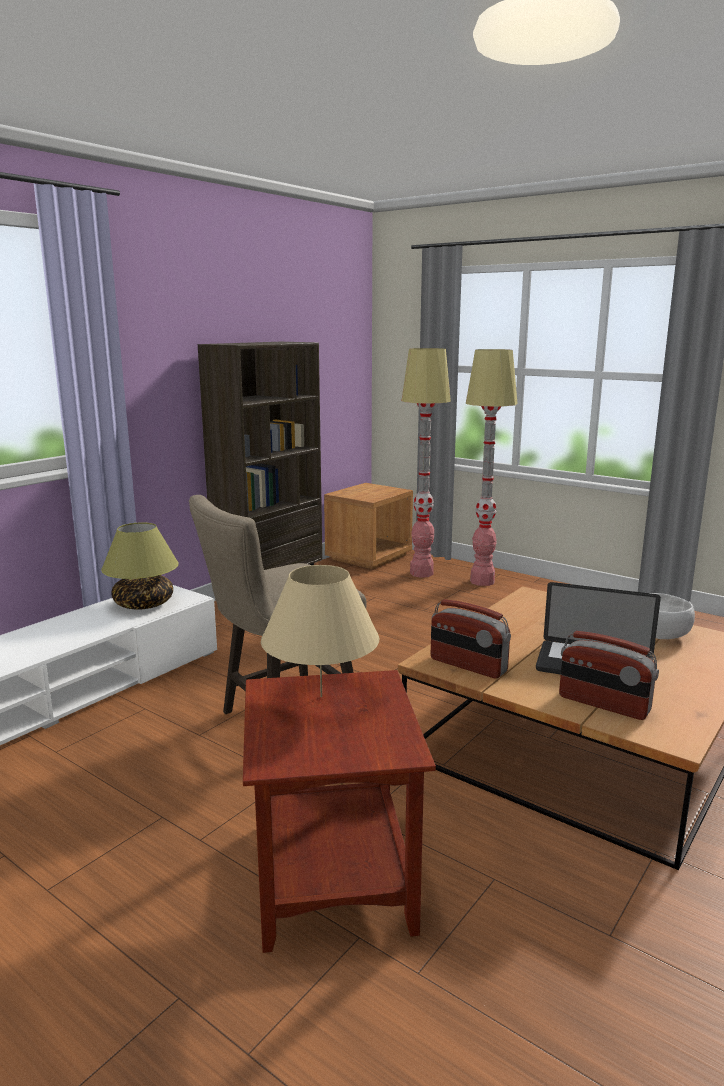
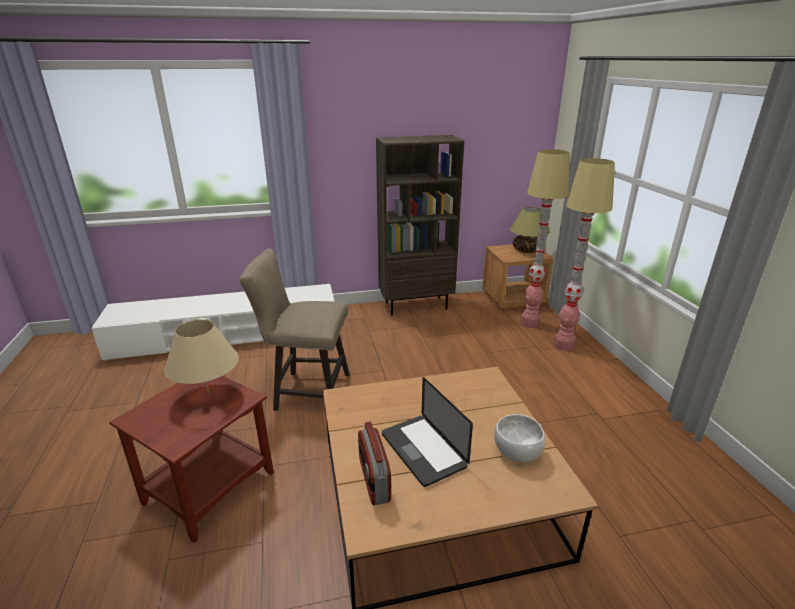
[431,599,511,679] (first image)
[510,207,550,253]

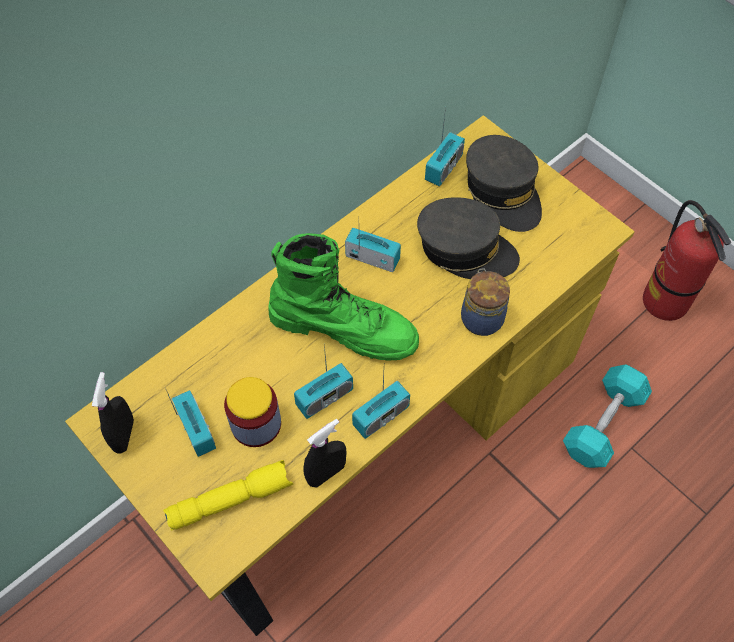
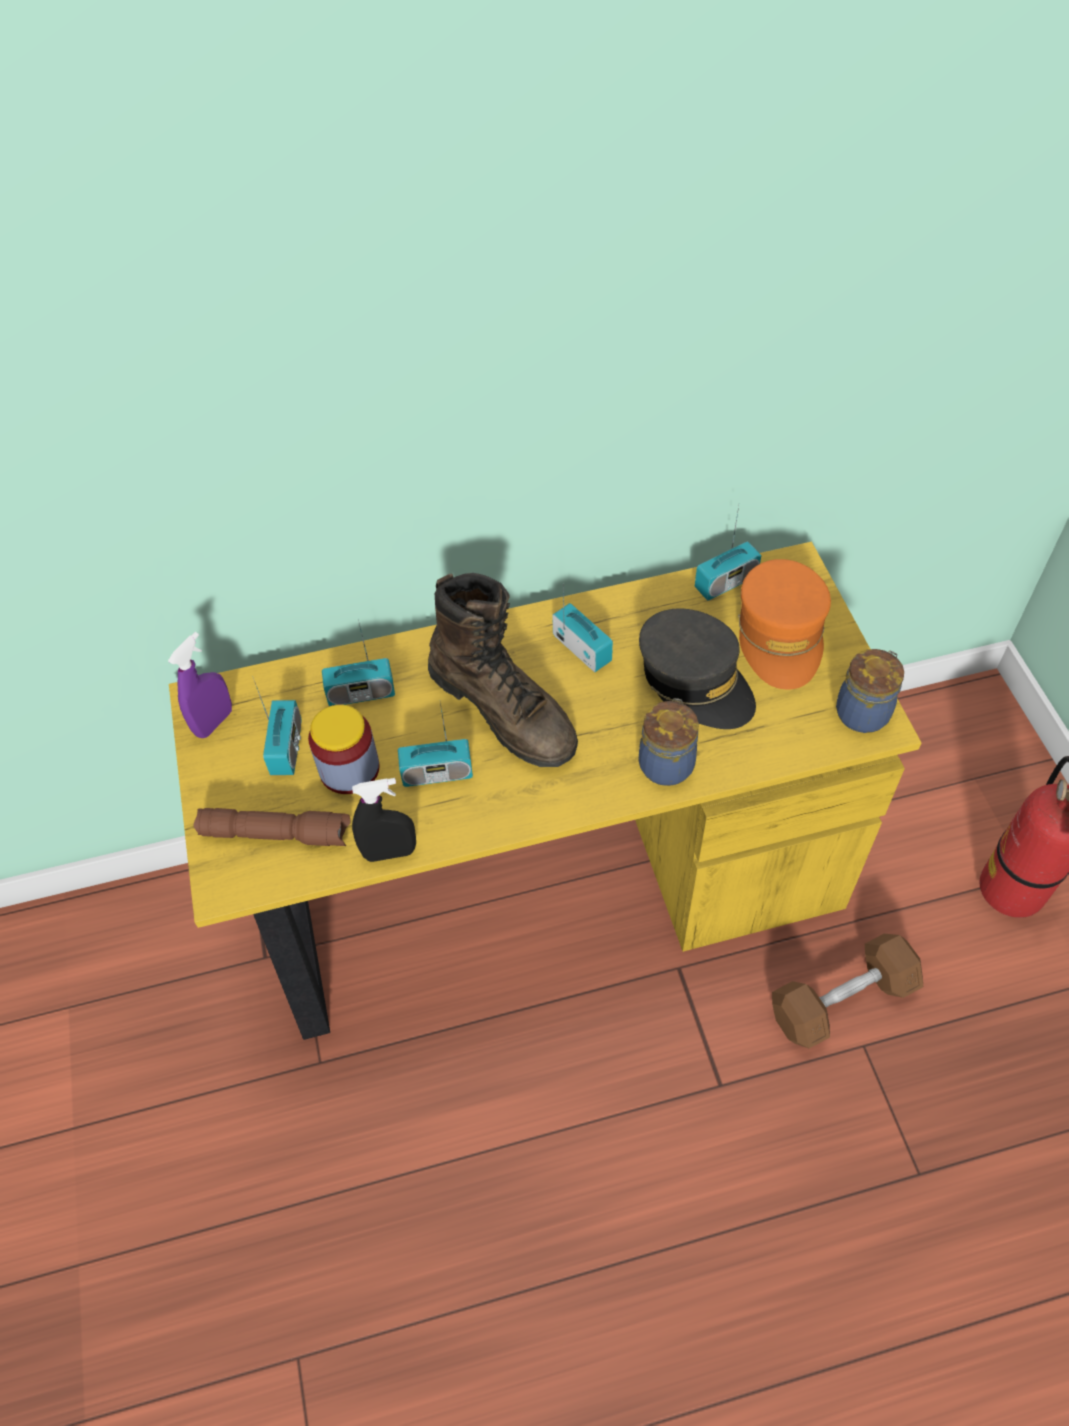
[836,649,904,733]
[322,619,395,706]
[168,632,232,738]
[193,808,351,846]
[428,573,578,767]
[738,559,831,689]
[772,934,923,1048]

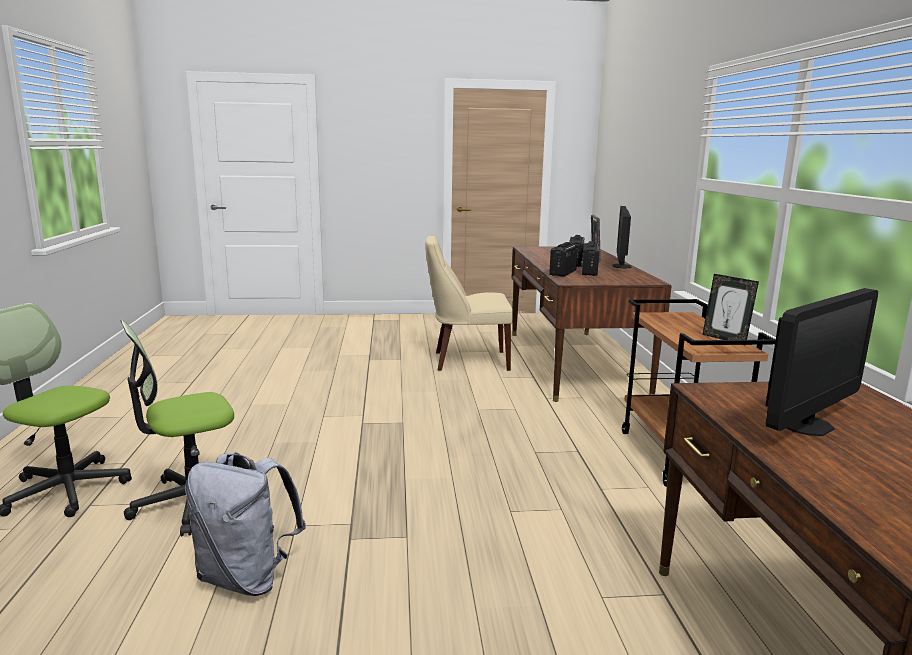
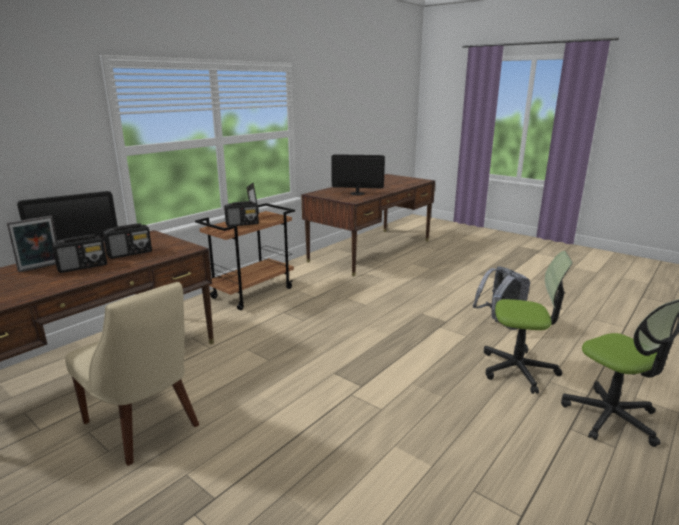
[224,201,259,227]

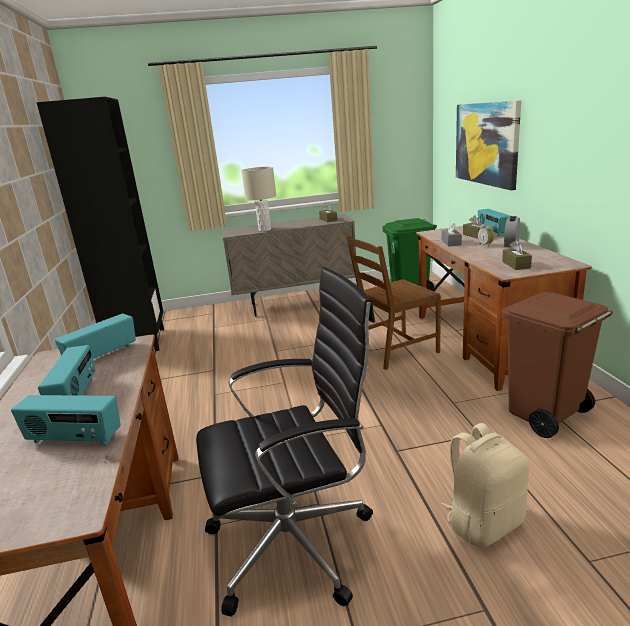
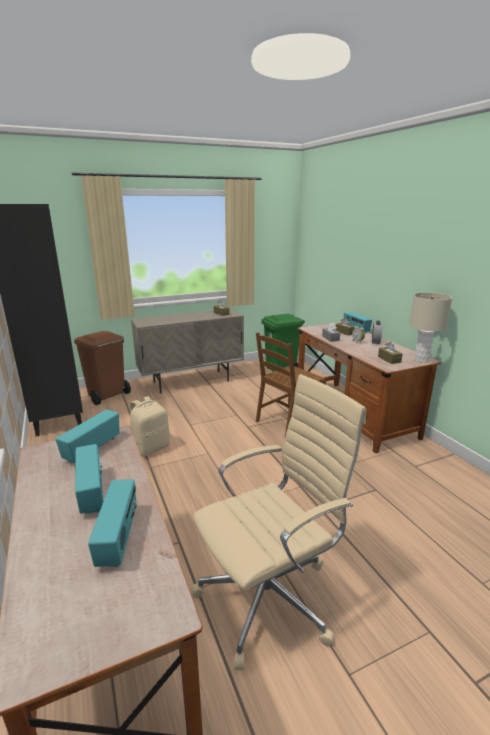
[456,100,521,190] (first image)
[409,292,452,363]
[130,396,170,457]
[74,331,131,405]
[191,374,366,670]
[88,479,137,567]

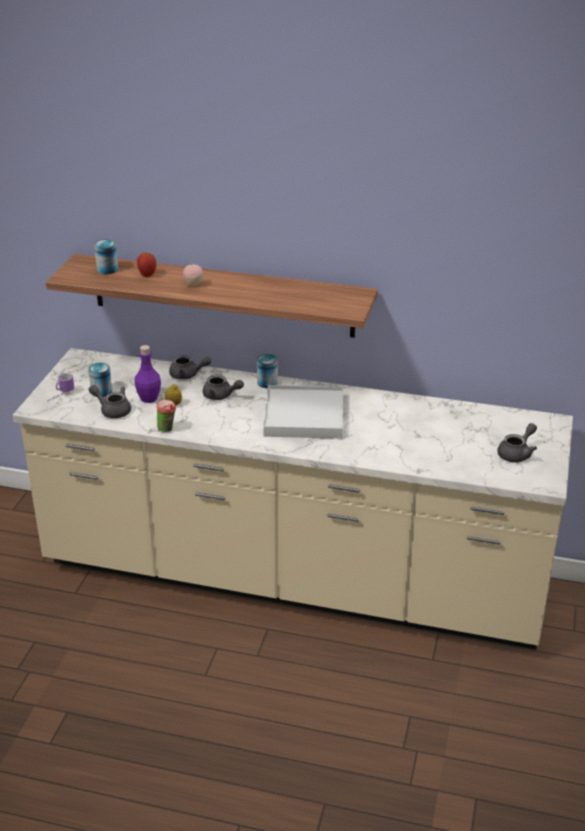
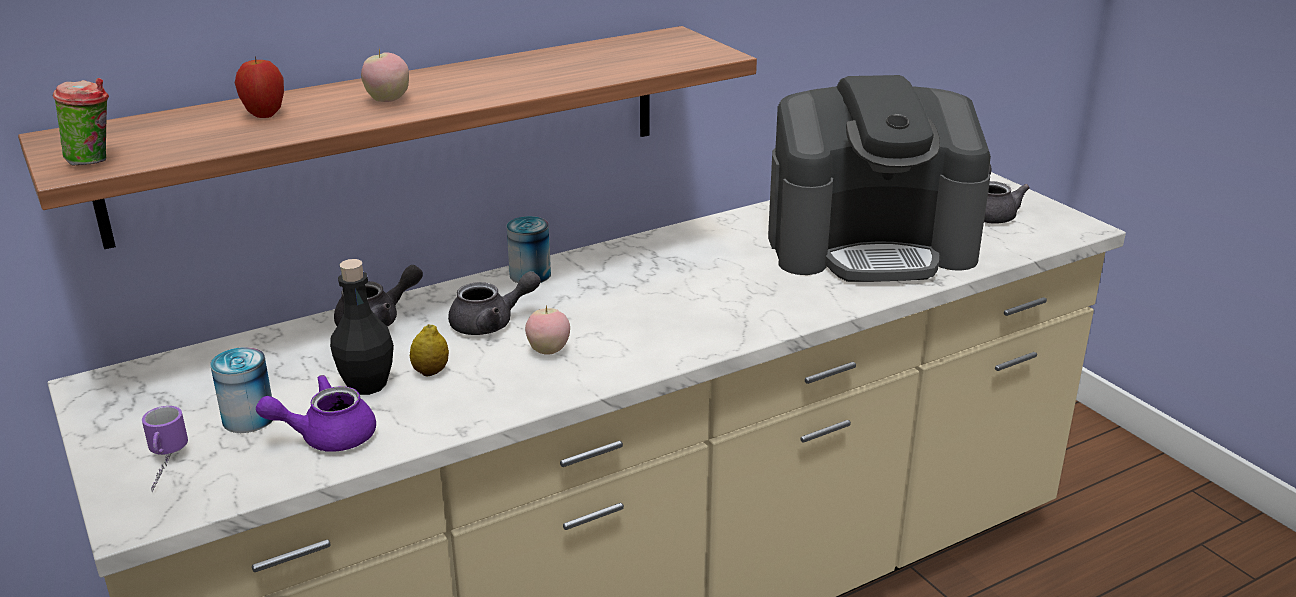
[94,239,118,274] (first image)
[263,385,343,439] (first image)
[525,305,570,355]
[768,75,991,282]
[53,78,109,165]
[256,375,376,452]
[330,259,394,395]

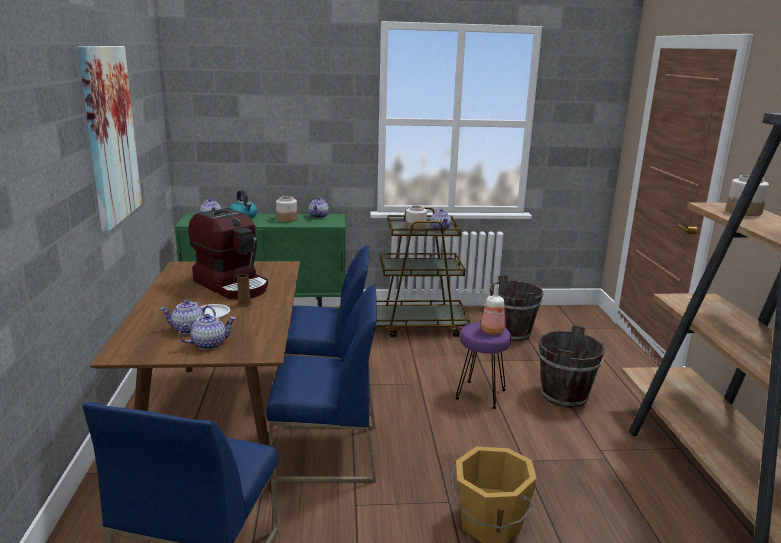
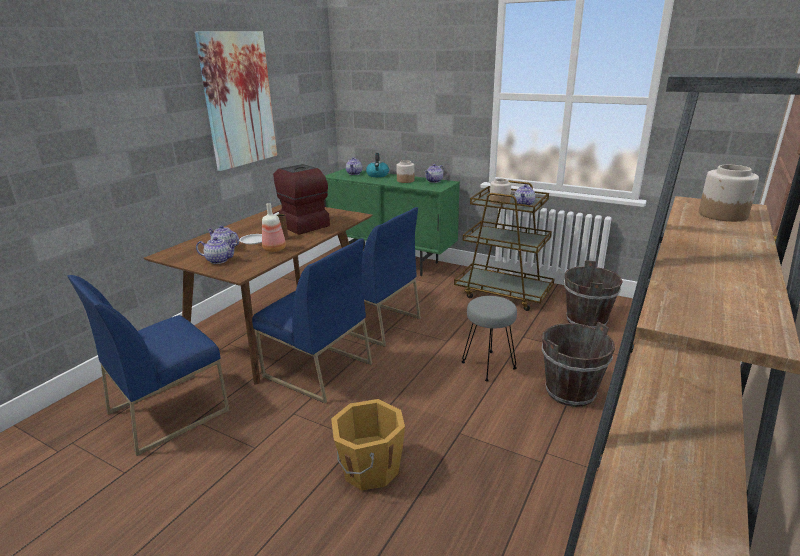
[262,203,286,252]
[462,296,517,381]
[273,164,330,235]

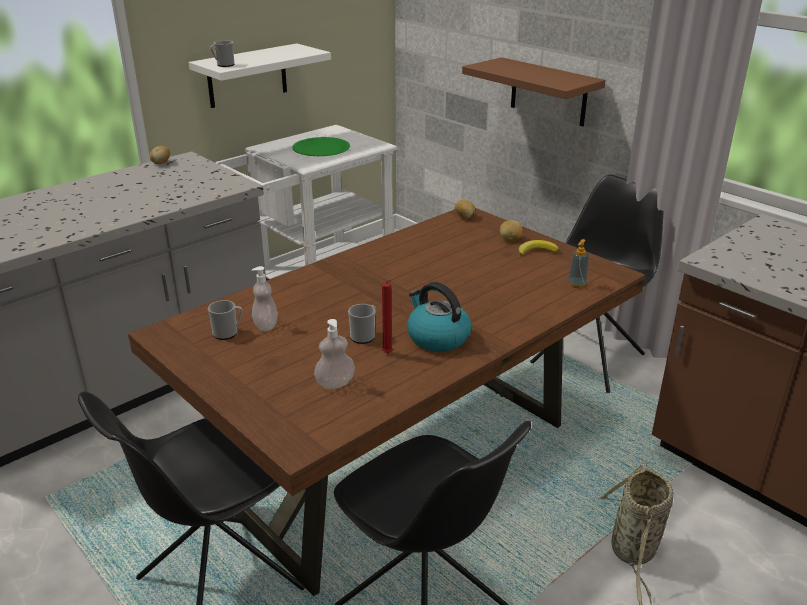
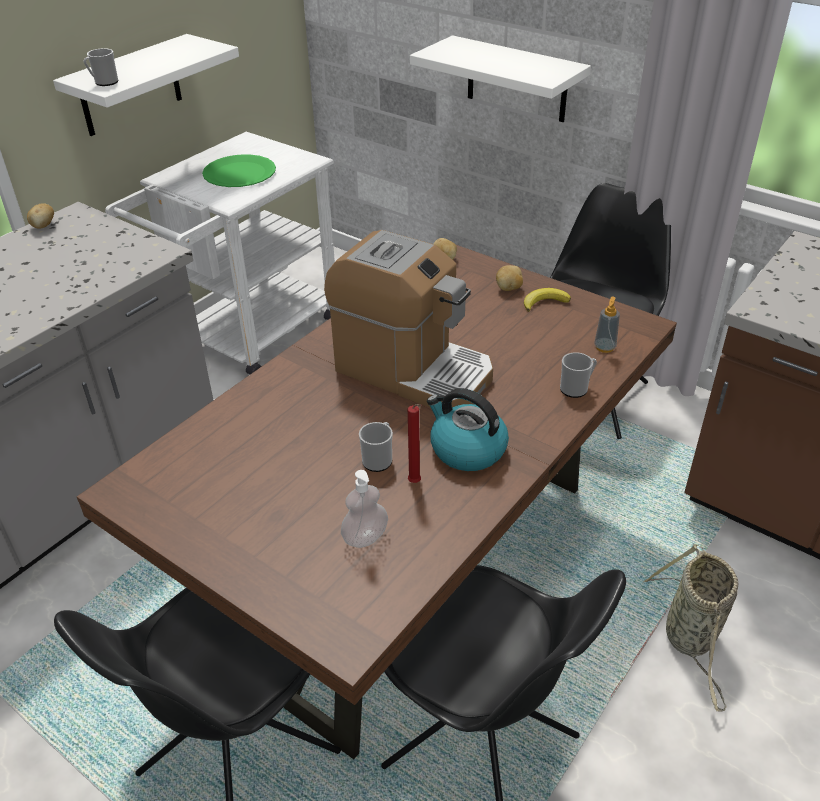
[252,266,278,331] (first image)
[324,230,493,408]
[560,352,597,398]
[410,35,591,122]

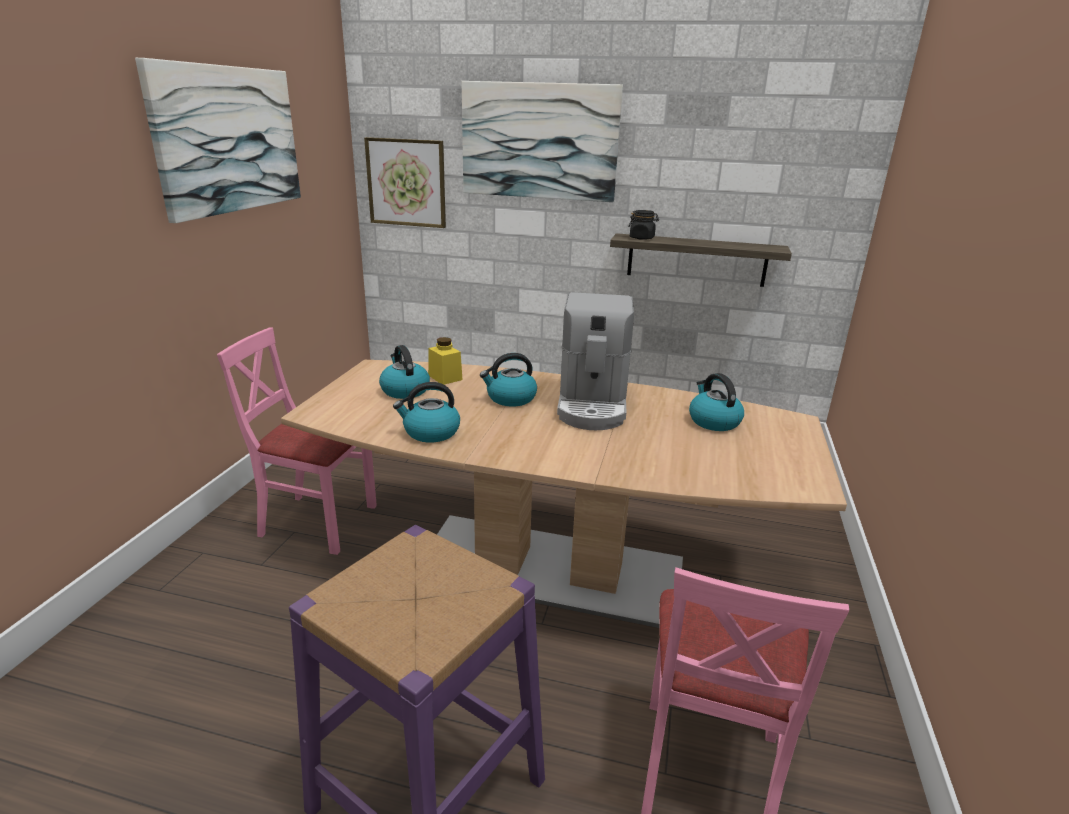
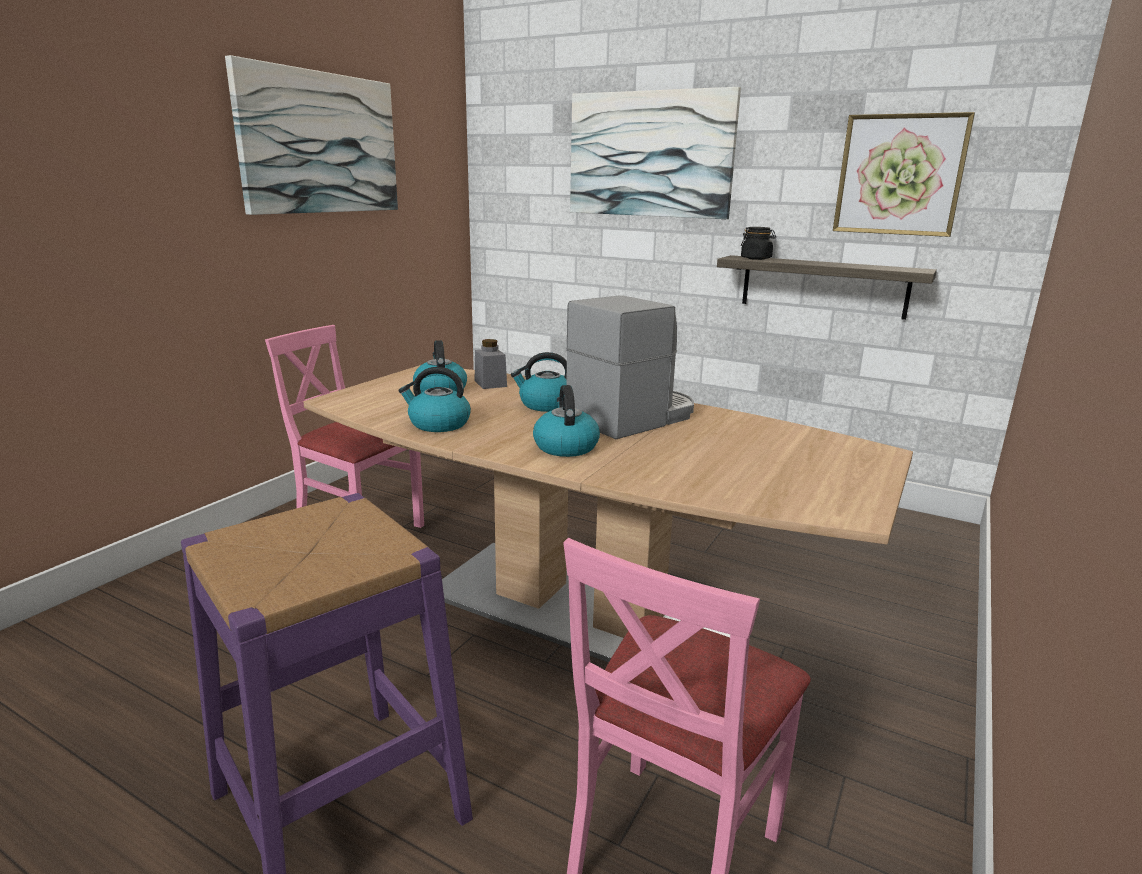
[833,112,975,237]
[533,385,600,457]
[475,339,507,389]
[566,295,694,439]

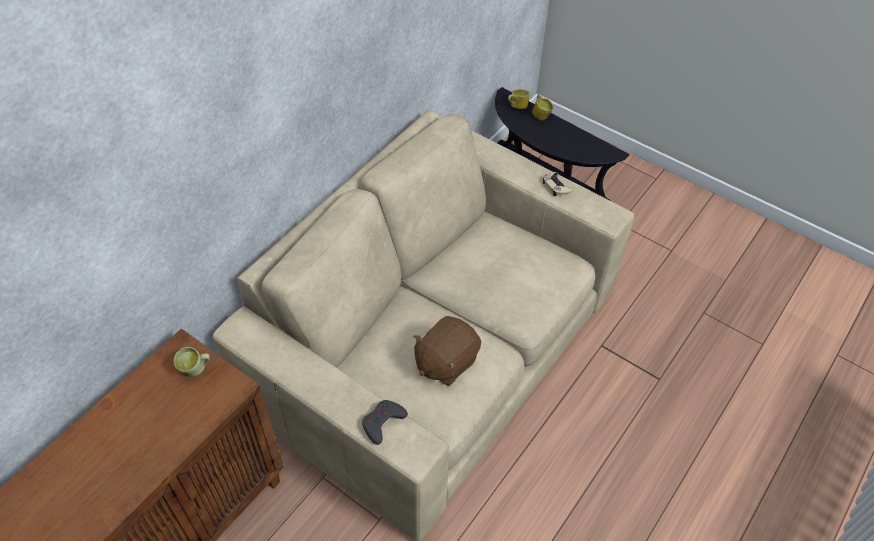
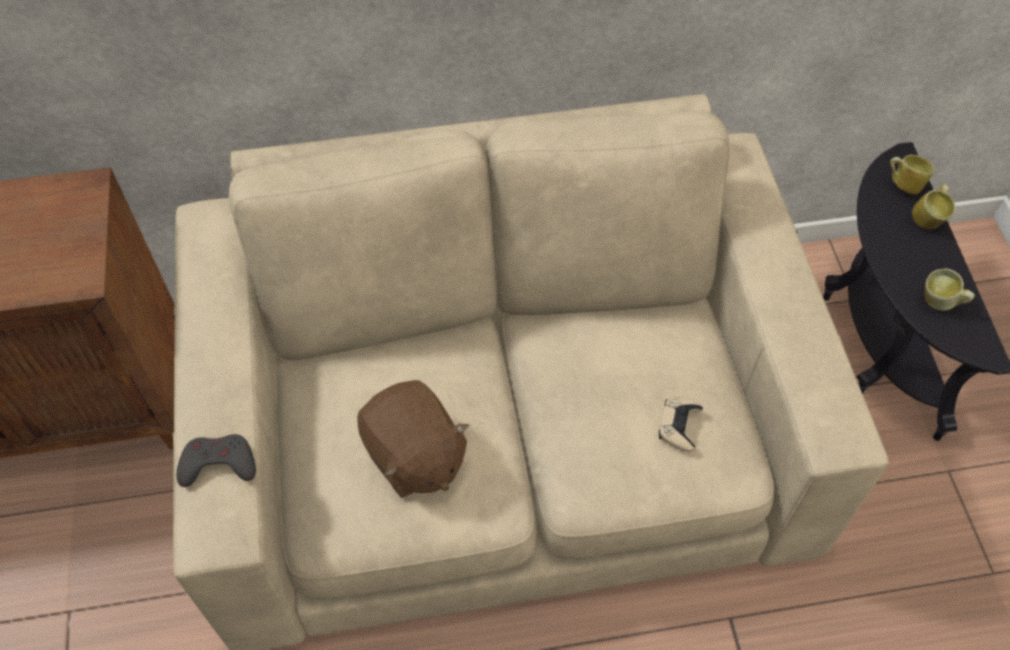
[924,268,975,311]
[659,397,703,452]
[357,380,469,498]

